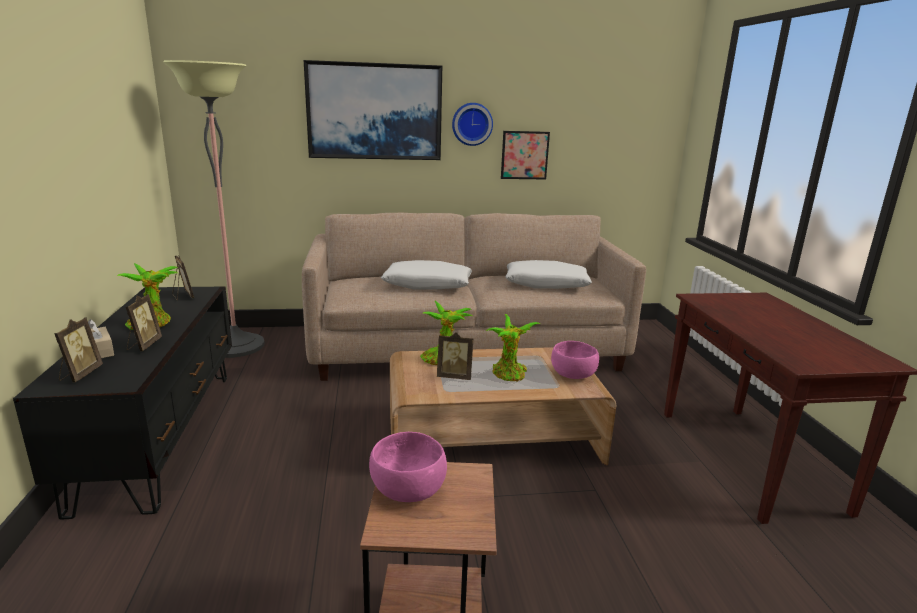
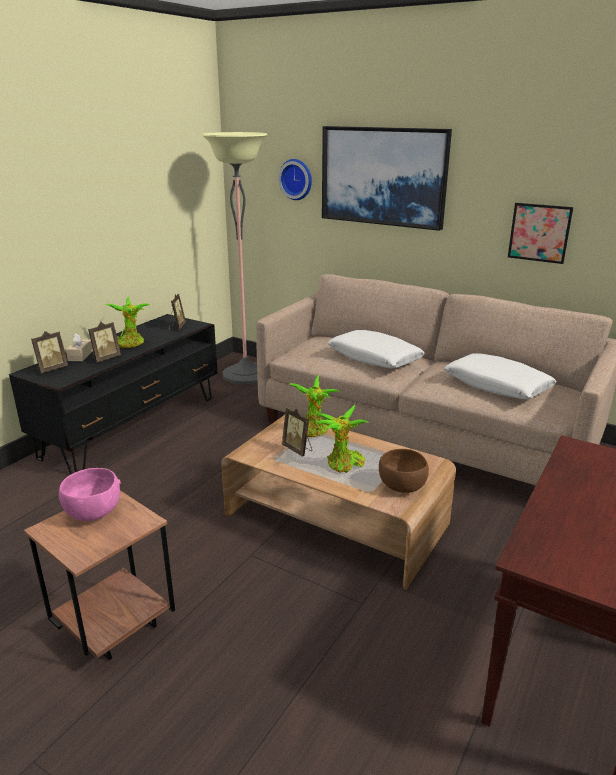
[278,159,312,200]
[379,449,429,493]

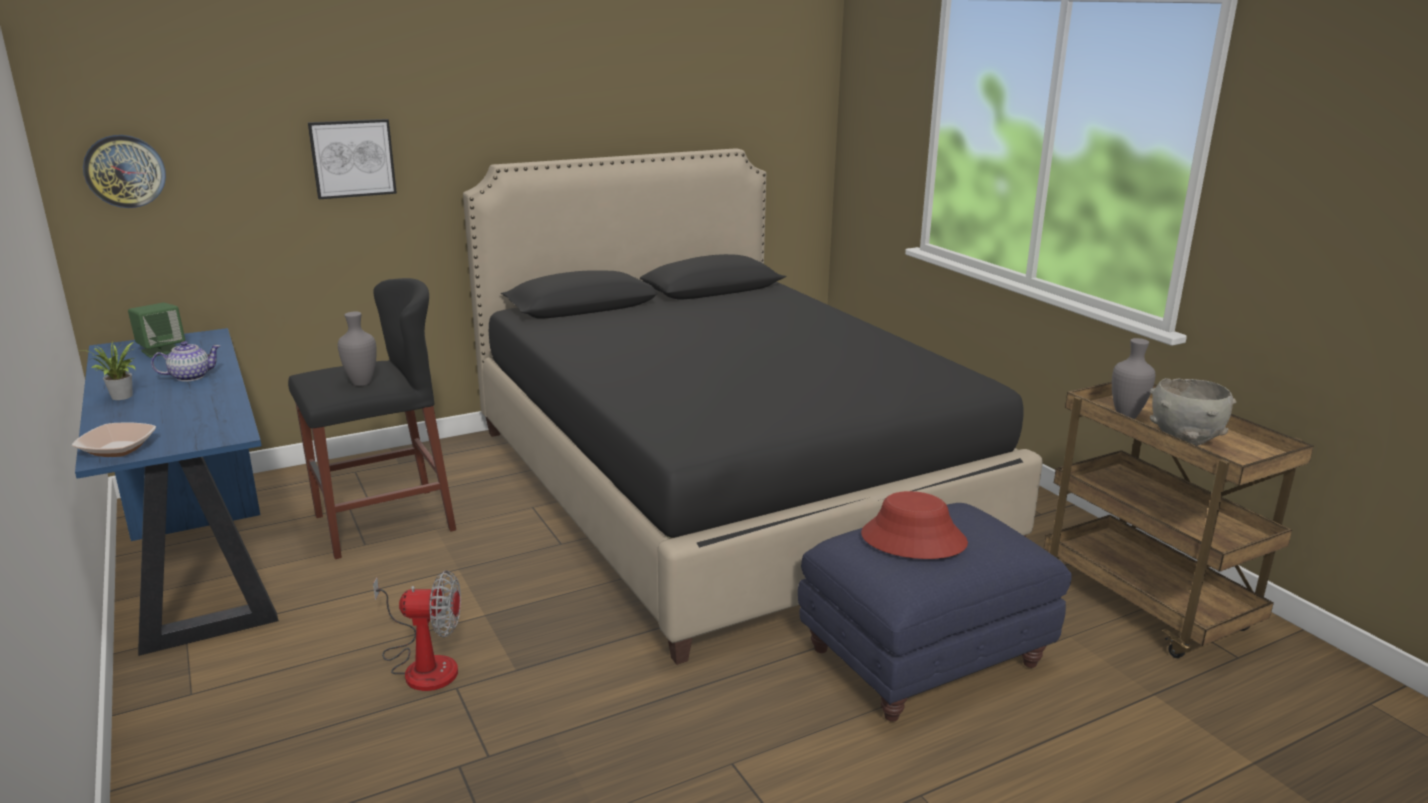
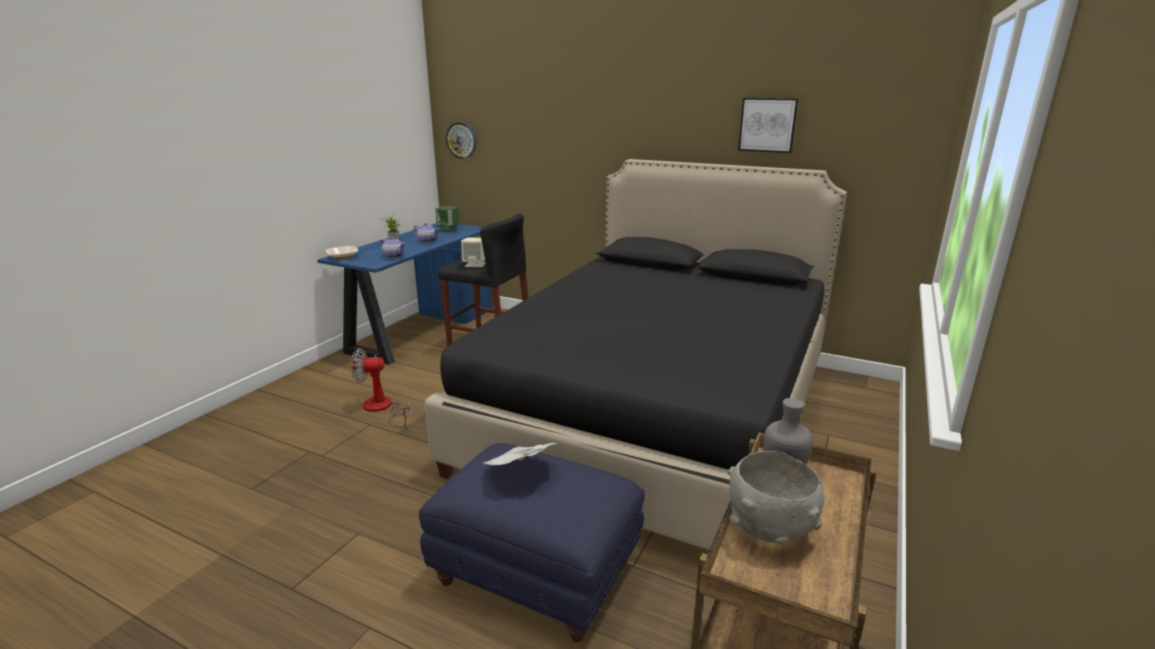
[380,236,405,258]
[738,98,798,153]
[461,238,486,267]
[483,443,556,465]
[351,348,411,428]

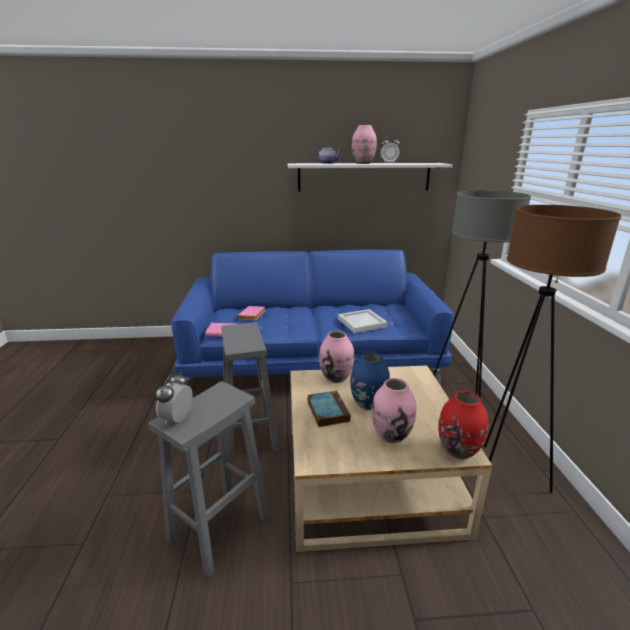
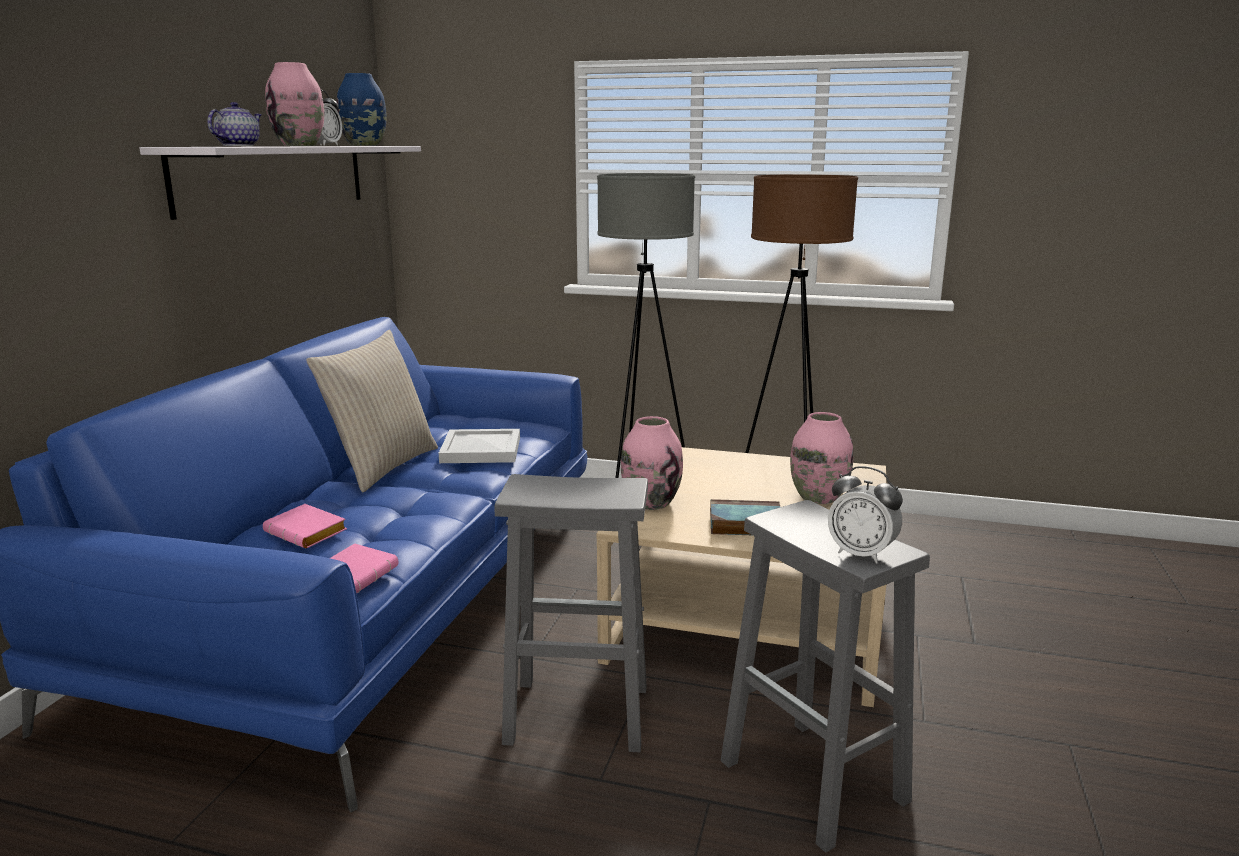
[438,391,489,459] (first image)
[306,330,438,493]
[336,73,387,146]

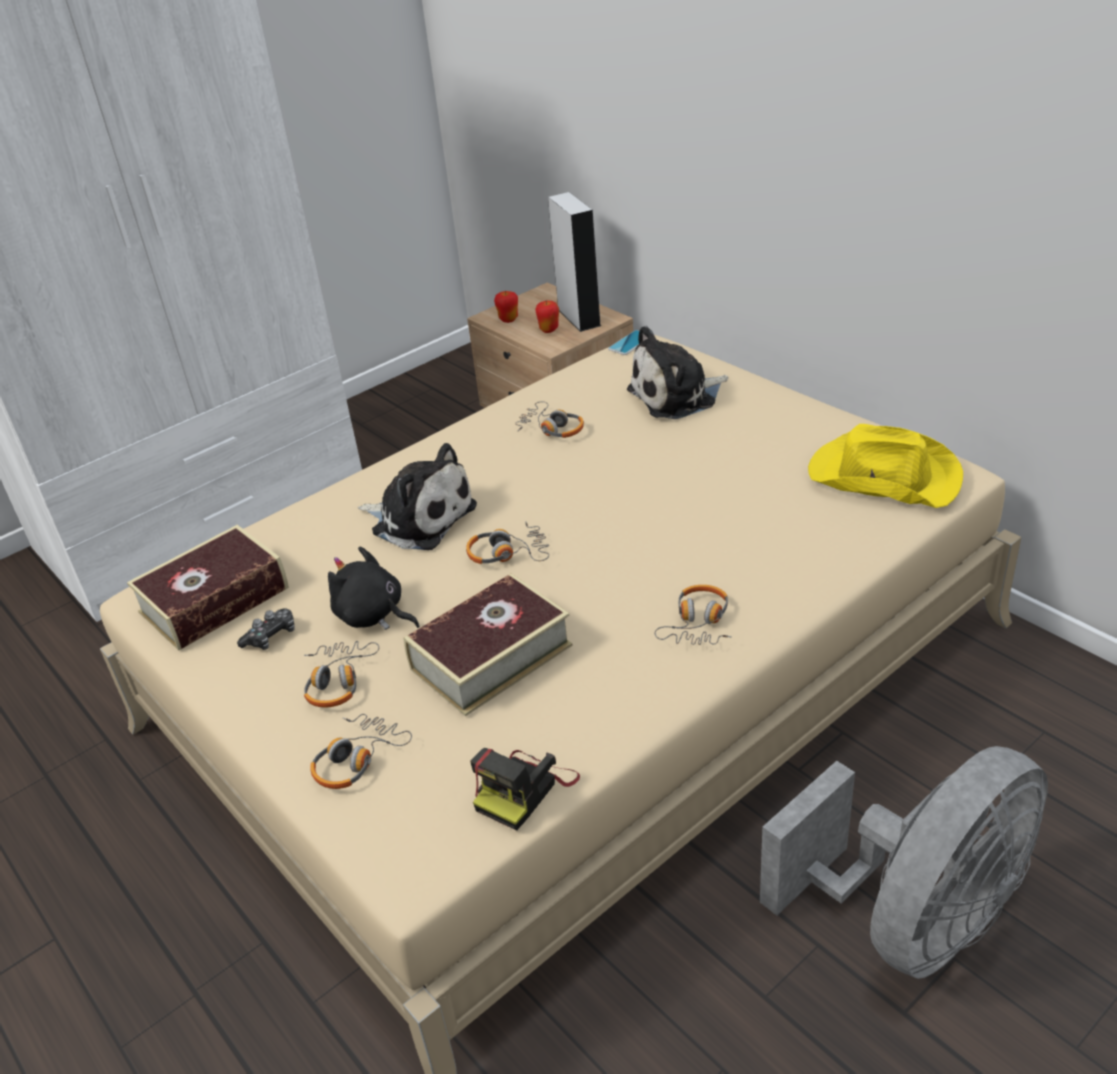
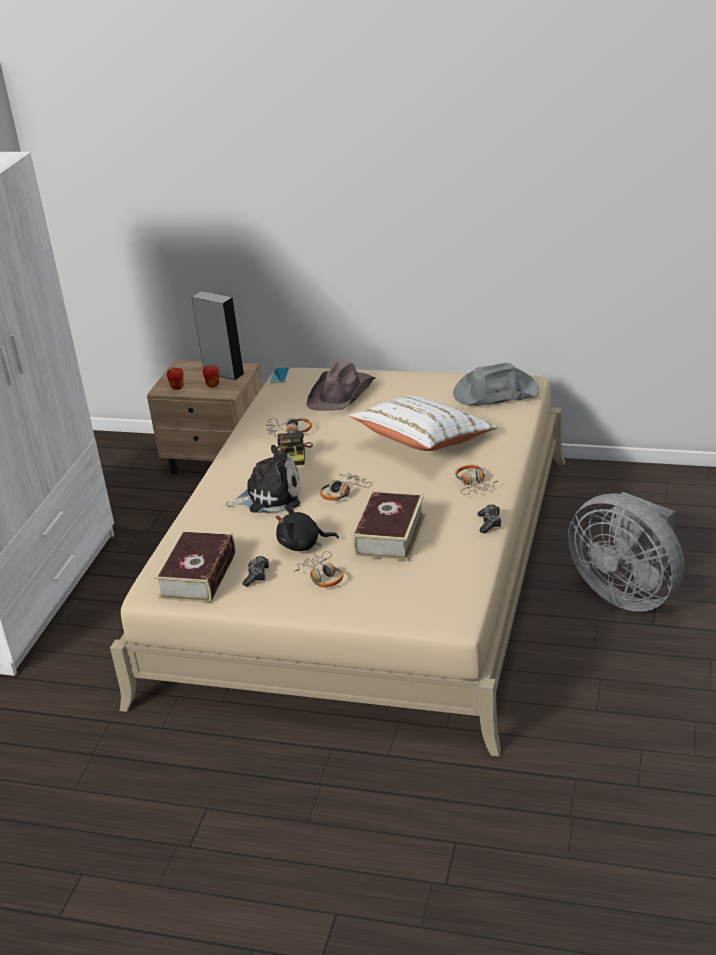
[311,714,412,789] (first image)
[349,396,497,451]
[477,504,502,533]
[277,432,313,466]
[306,361,376,411]
[453,363,539,406]
[568,492,684,611]

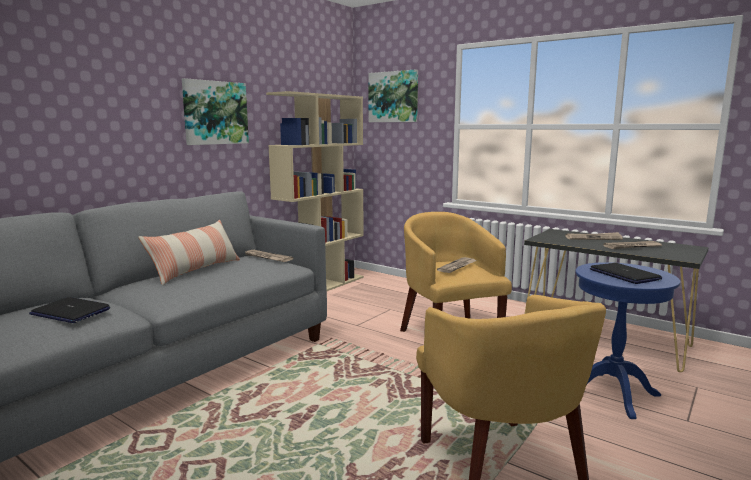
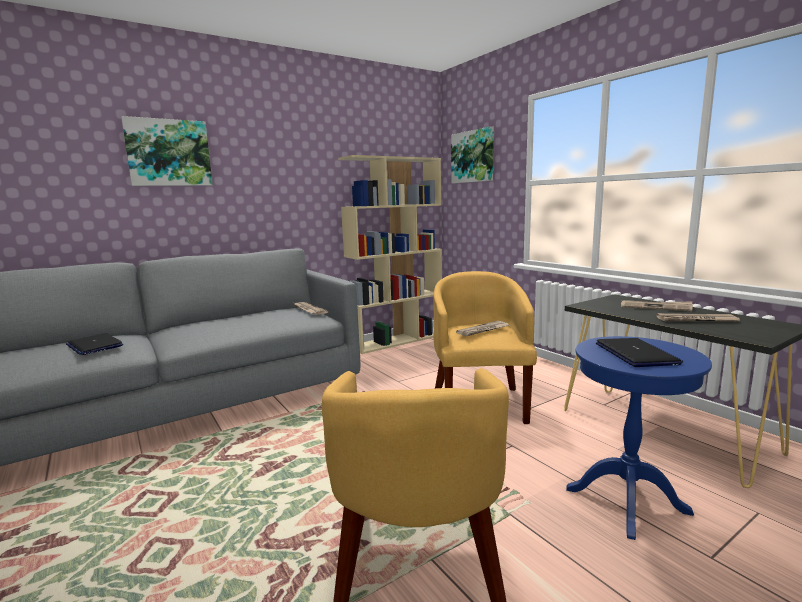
[138,220,240,286] (first image)
[121,116,213,186]

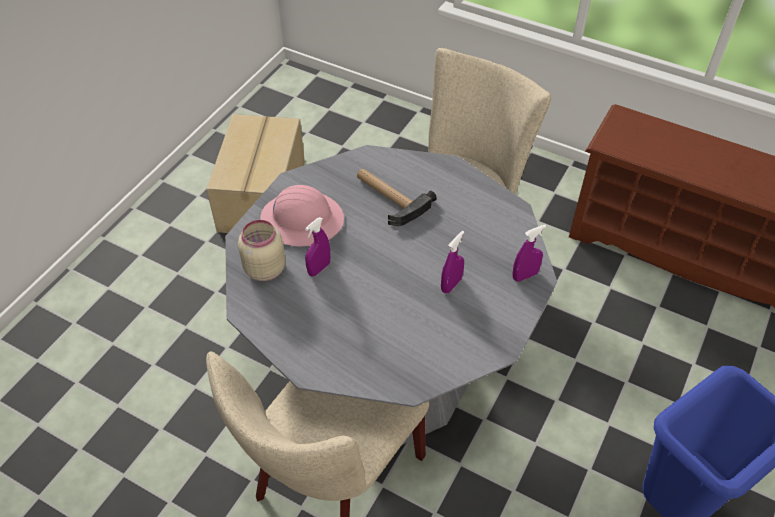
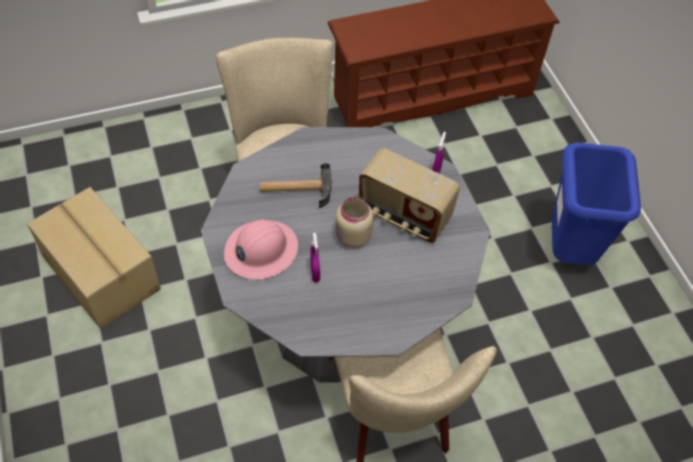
[335,197,373,248]
[359,148,460,243]

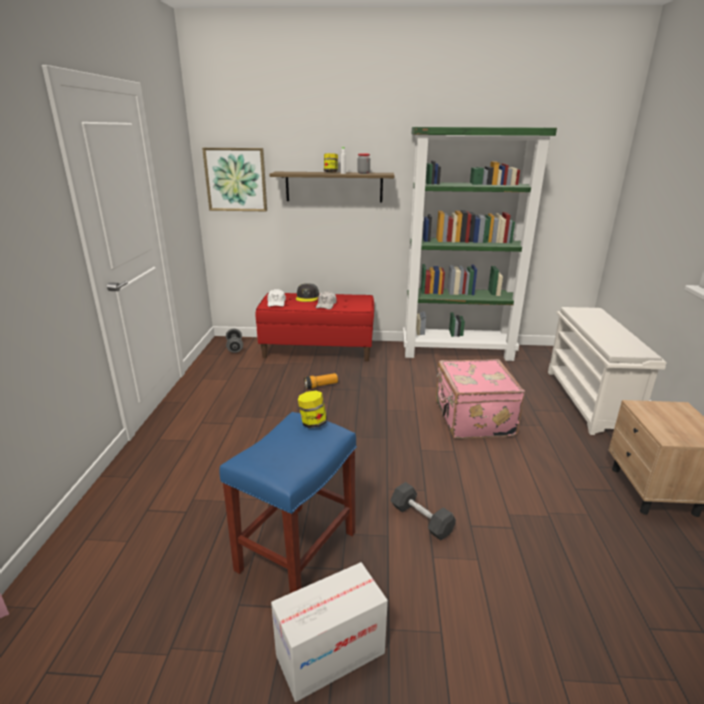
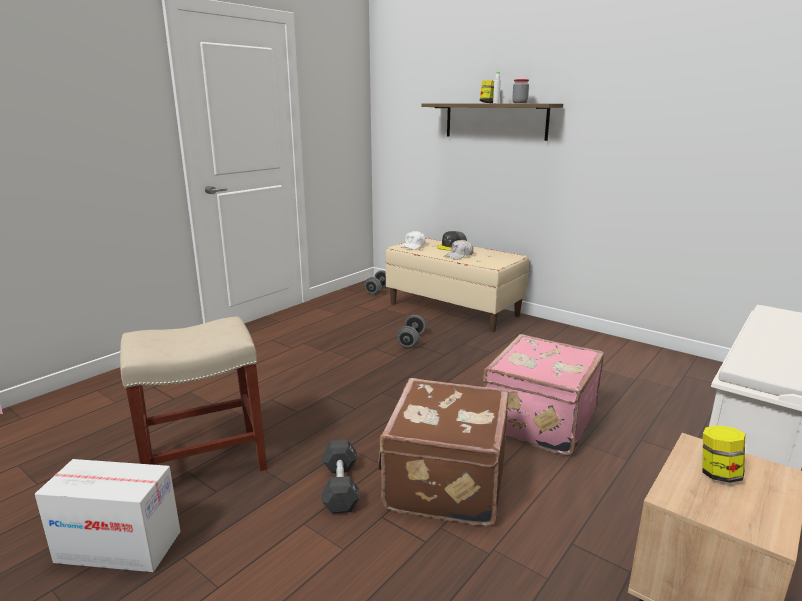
[202,148,267,211] (first image)
[403,127,557,361] (first image)
[378,378,509,527]
[702,425,745,483]
[397,315,426,348]
[120,316,267,471]
[385,238,529,332]

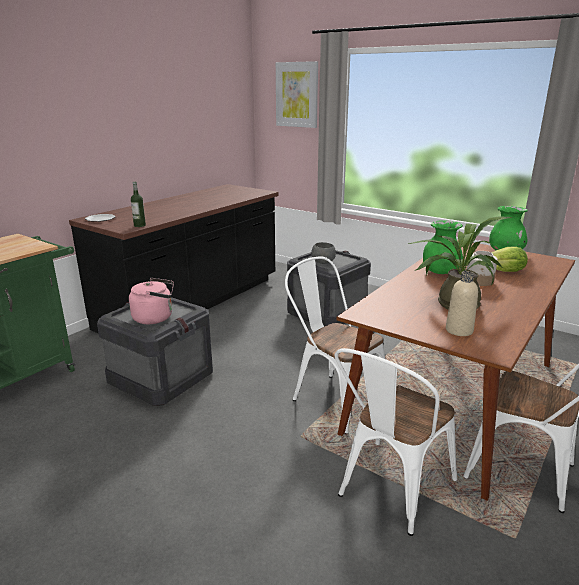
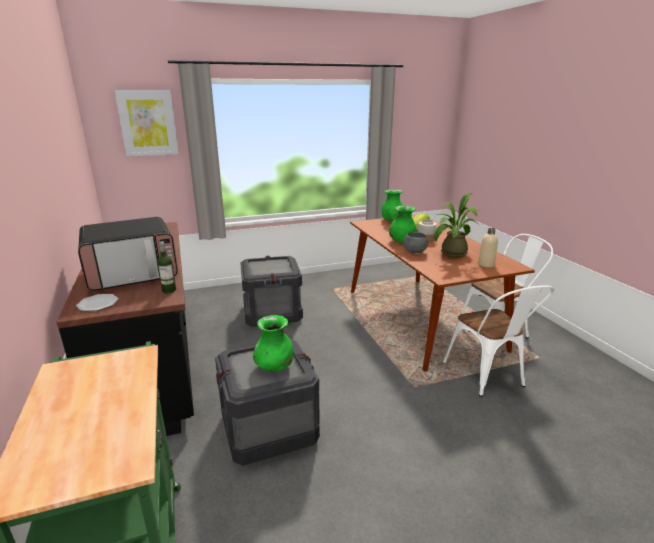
[285,257,385,433] (first image)
[78,217,178,291]
[403,232,428,253]
[253,315,293,372]

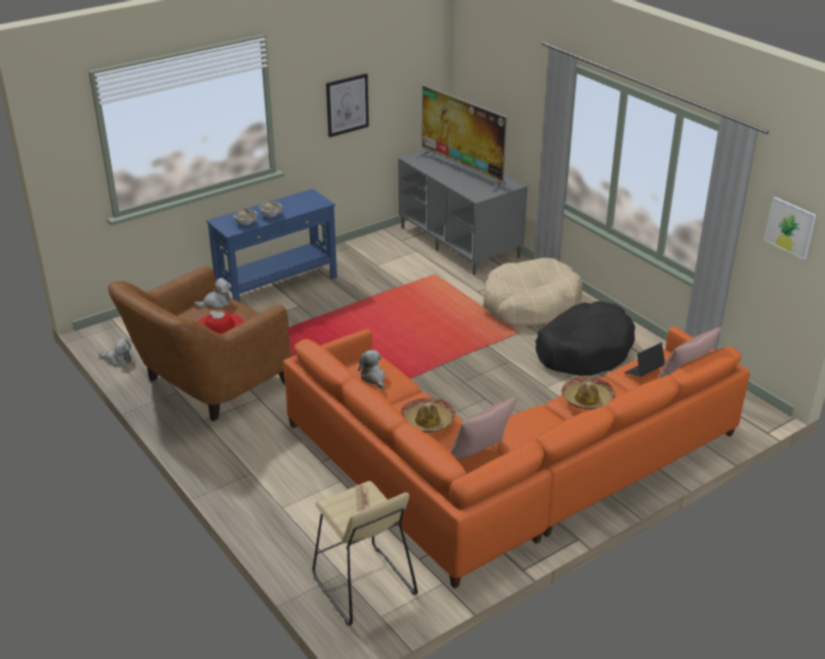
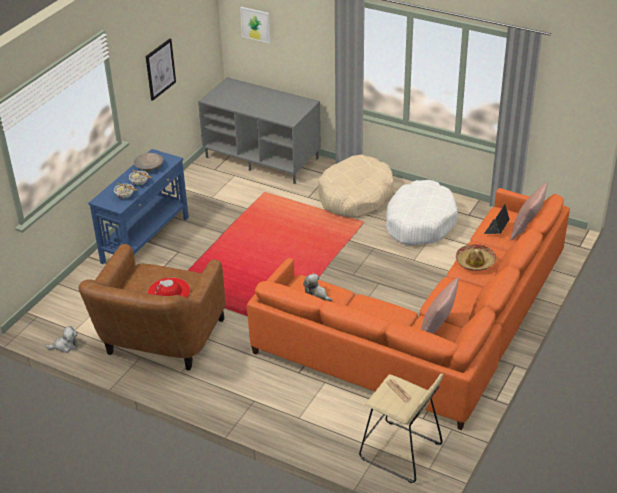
[195,278,232,308] (first image)
[401,398,456,433] (first image)
[415,85,507,193] (first image)
[134,153,163,173]
[240,7,271,43]
[386,180,458,245]

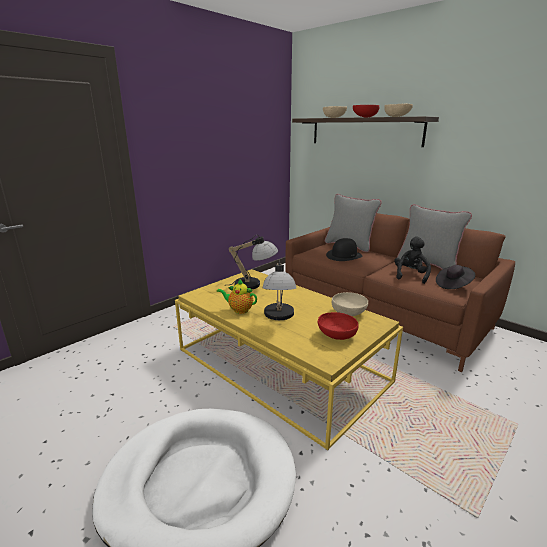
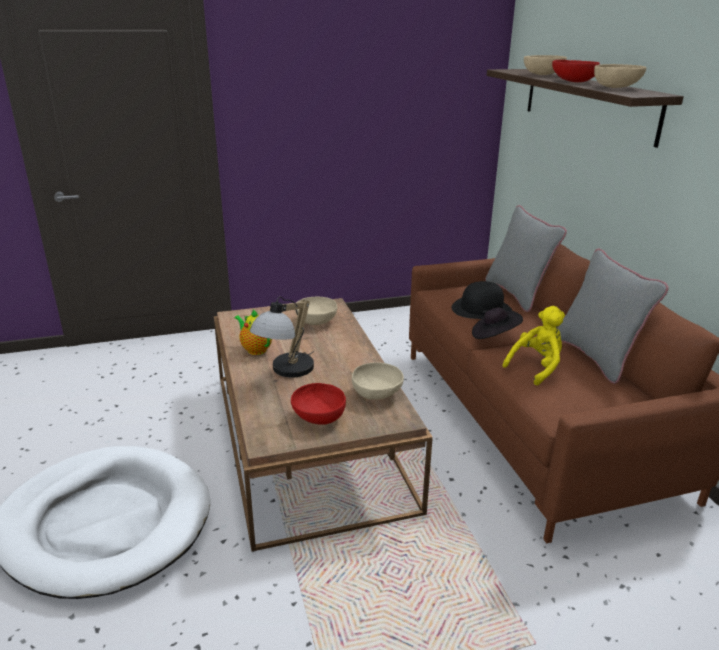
[472,307,523,339]
[295,297,337,325]
[214,298,433,552]
[503,306,565,386]

